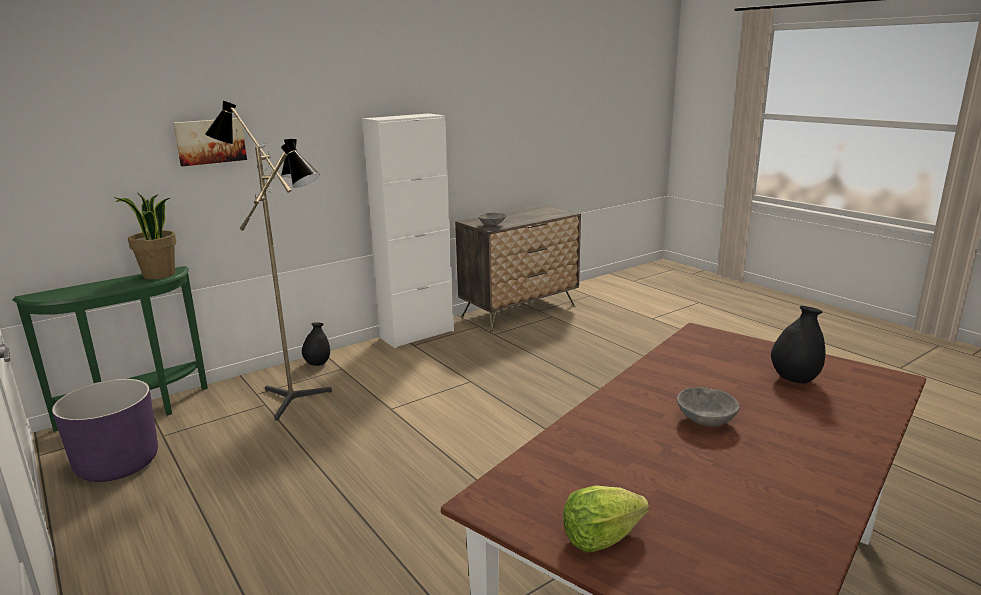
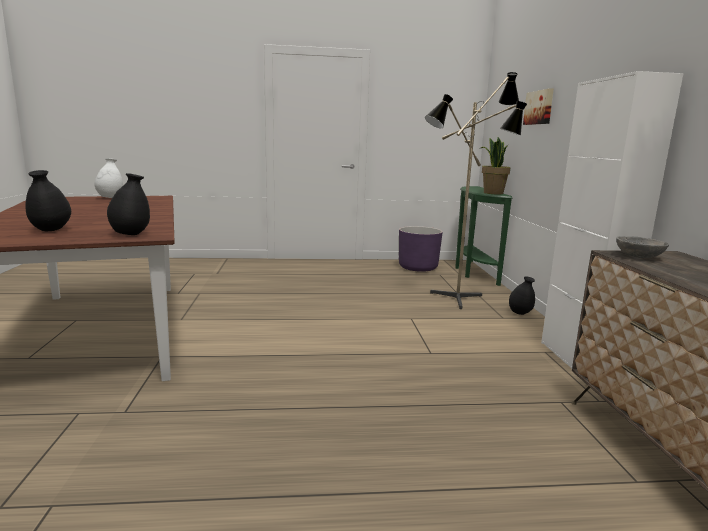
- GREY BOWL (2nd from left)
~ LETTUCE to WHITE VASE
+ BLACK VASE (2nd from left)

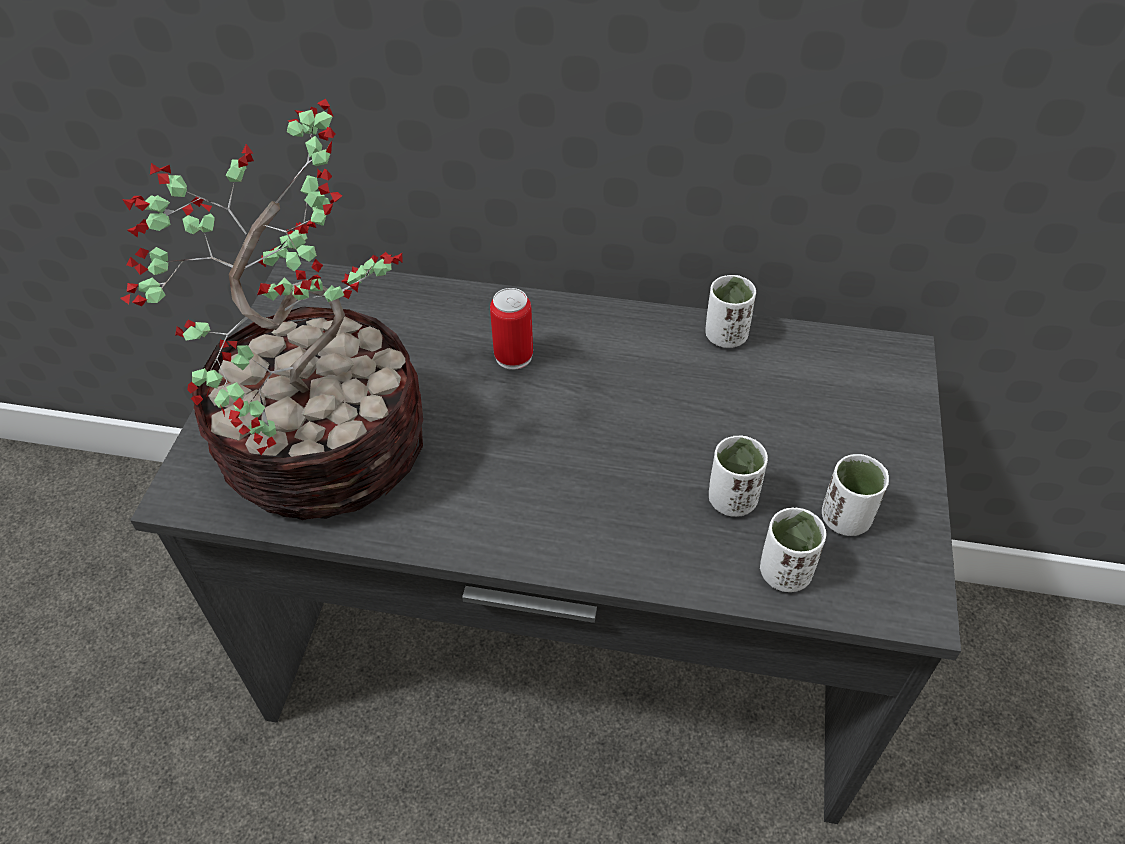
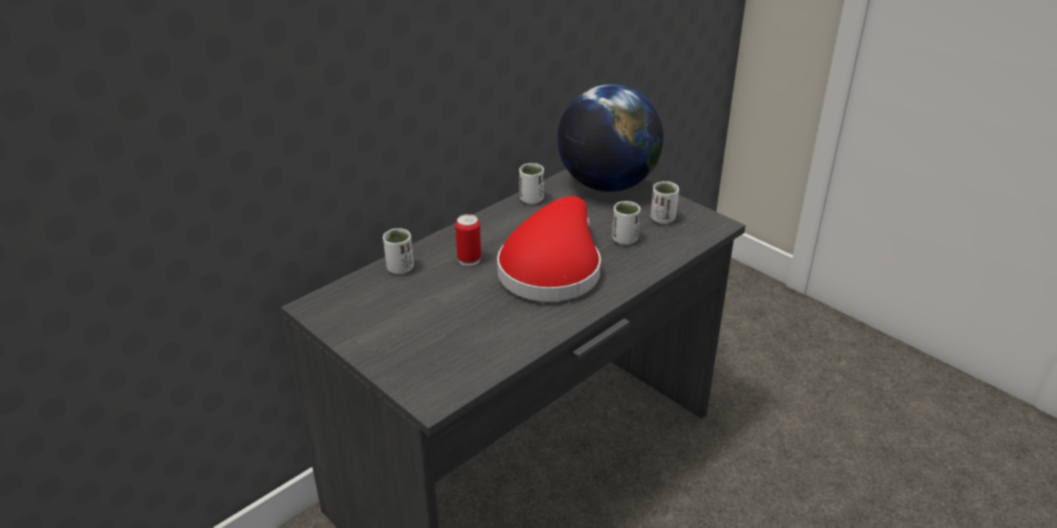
- POTTED PLANT
~ WHITE CUP (3rd from left in the first image) to WHITE CUP (1st from left)
+ GLOBE
+ RED HAT

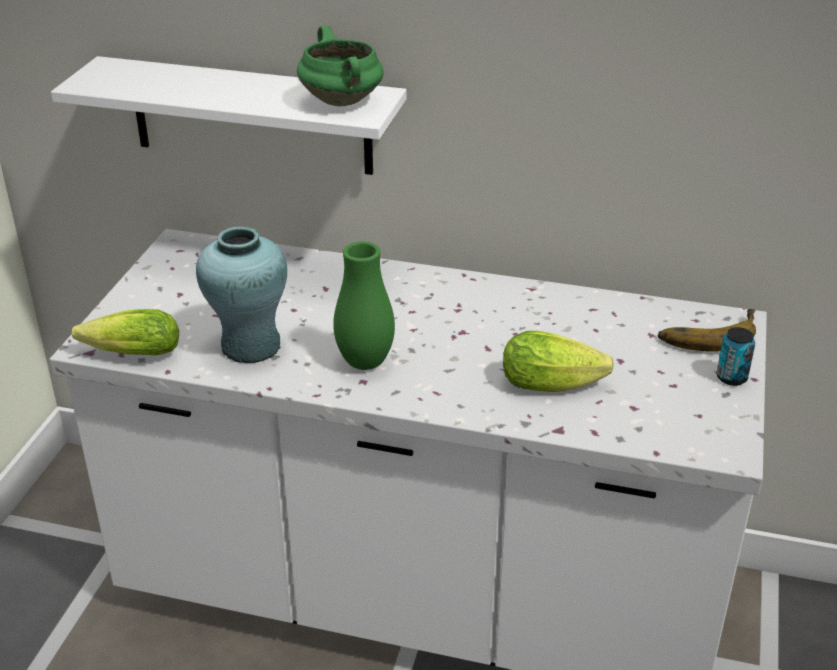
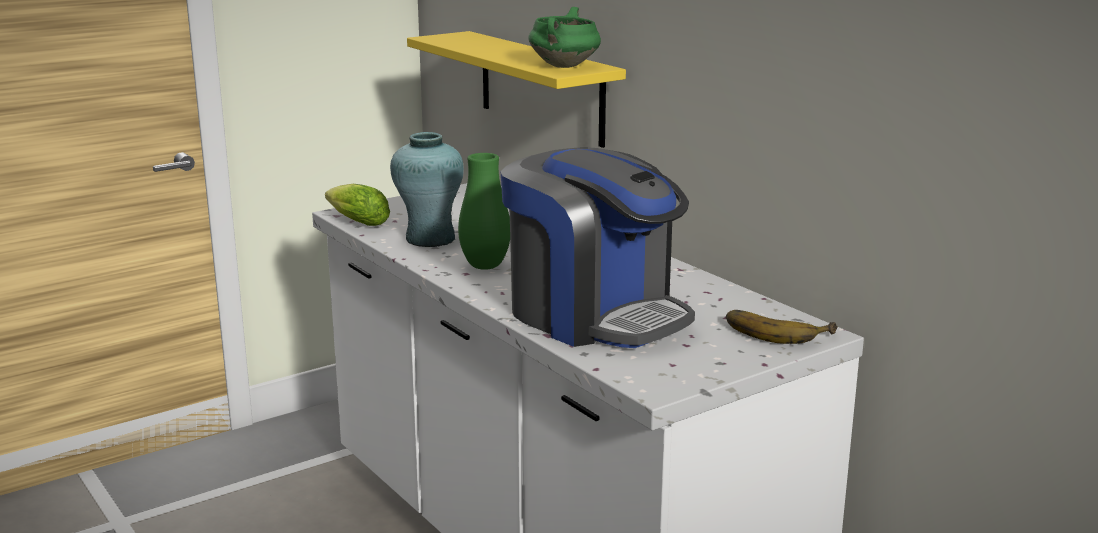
~ WHITE SHELF to YELLOW SHELF
- CAN
~ LETTUCE (2nd from left) to COFFEE MACHINE

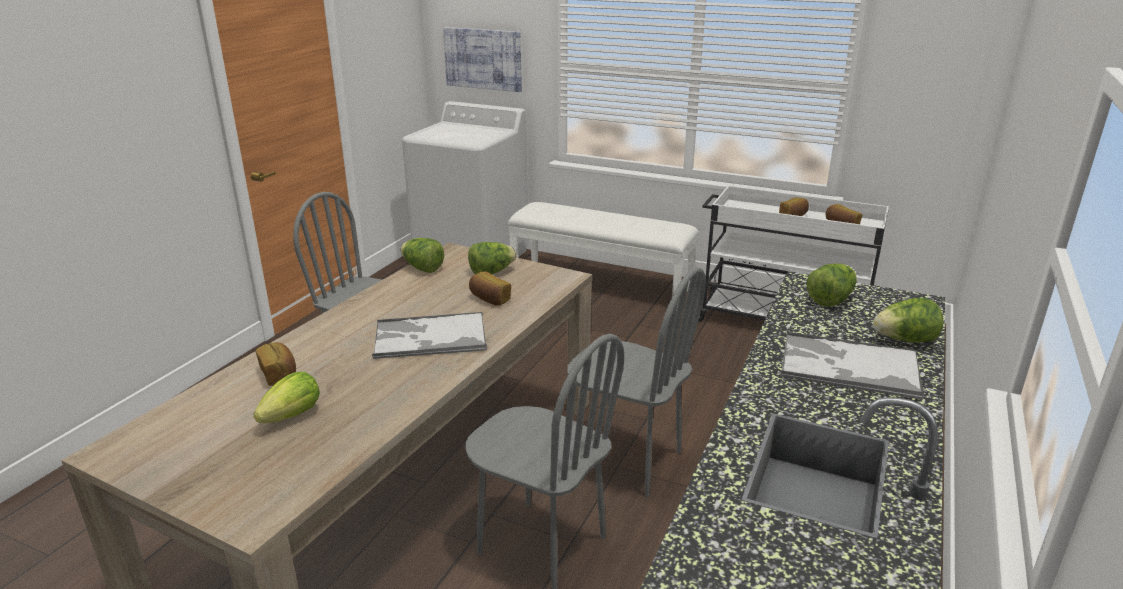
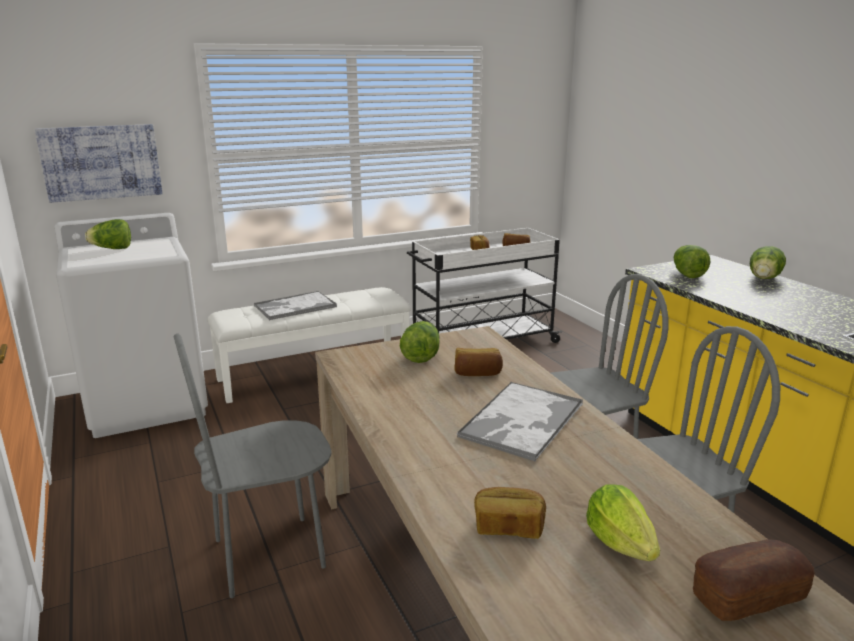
~ LETTUCE (2nd from left in the first image) to LETTUCE (1st from left)
~ TRAY (2nd from left in the first image) to TRAY (1st from left)
+ BREAD (5th from left)

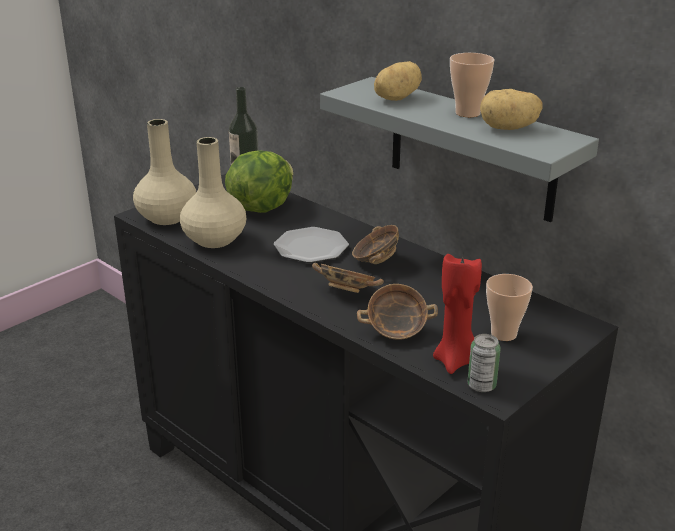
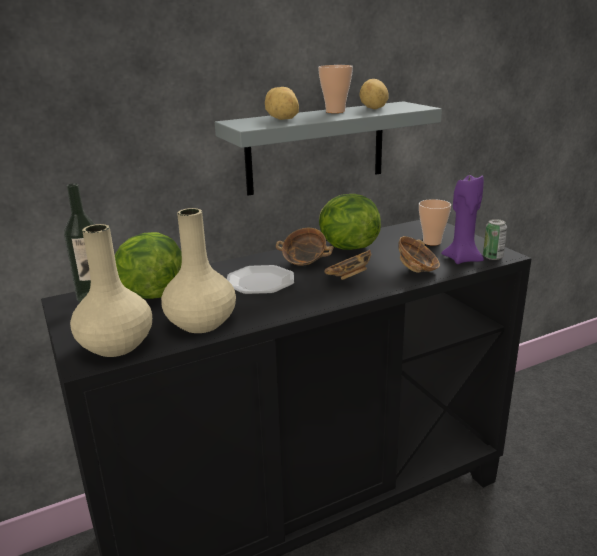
~ RED CANDLE to PURPLE CANDLE
+ LETTUCE (2nd from left)

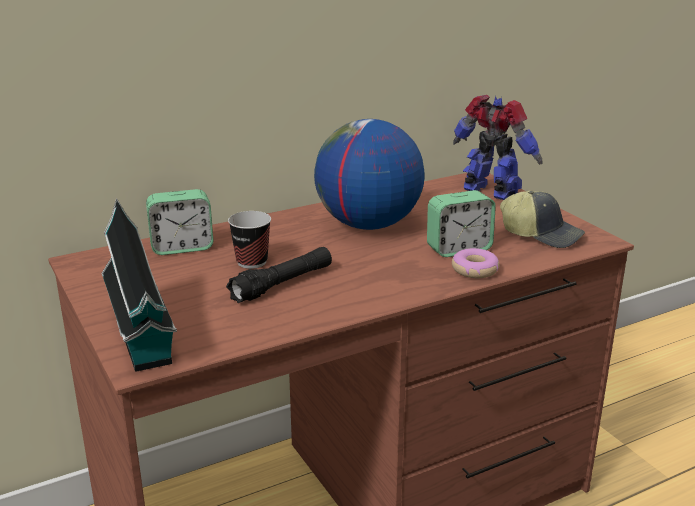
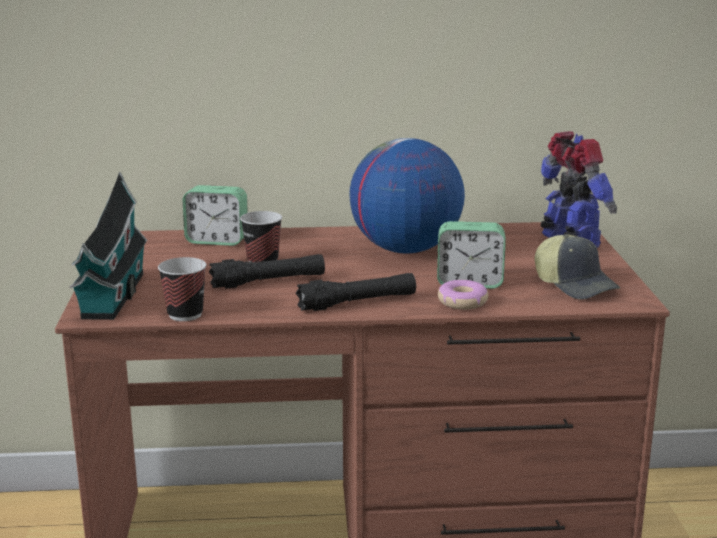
+ CUP (1st from left)
+ BLACK FLASHLIGHT (2nd from left)

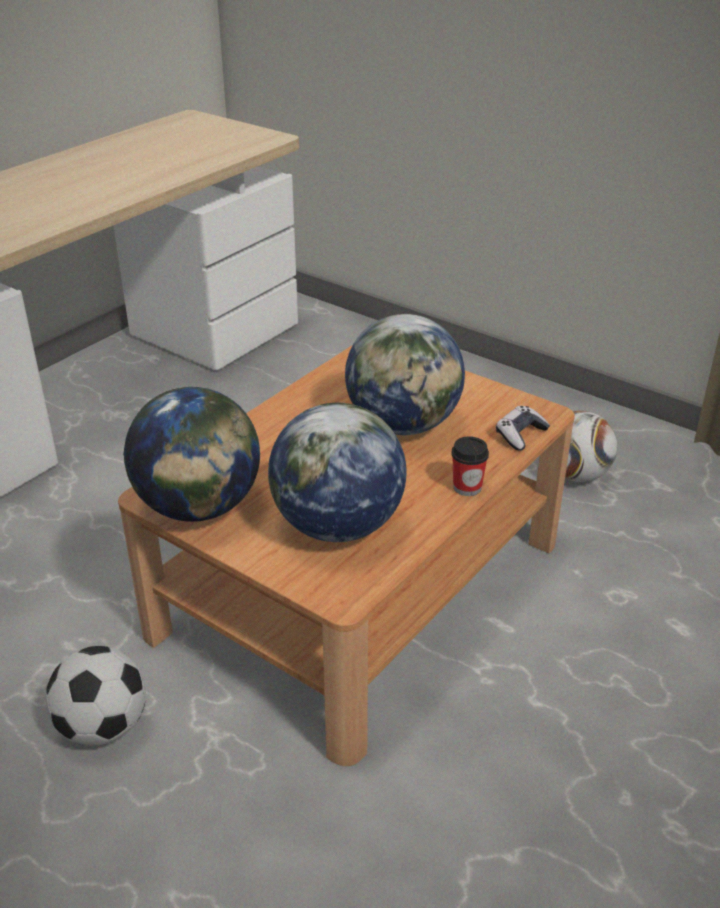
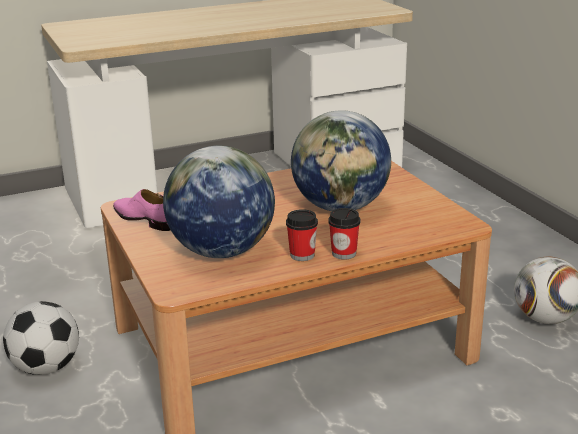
~ GLOBE (1st from left) to PINK SHOE
- GAME CONTROLLER
+ CUP (1st from left)

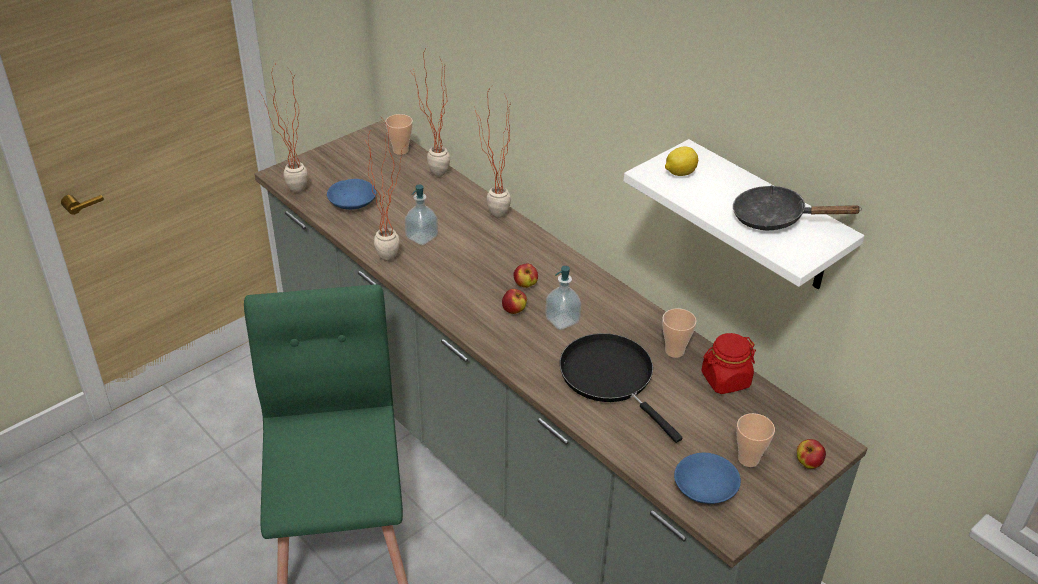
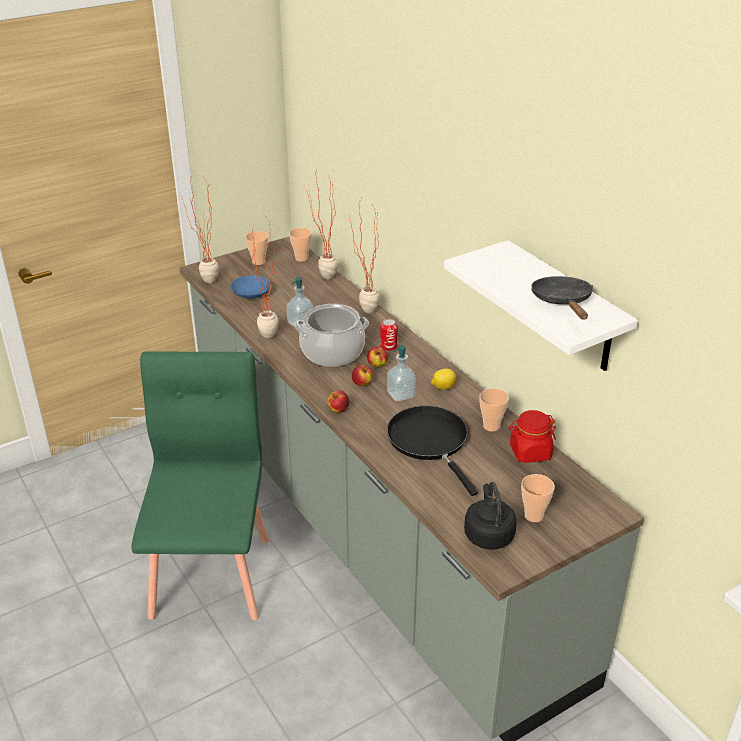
~ LEMON
~ BLACK FRYING PAN (2nd from left) 60 degrees clockwise
~ APPLE (3rd from left in the first image) to APPLE (1st from left)
~ BLUE BOWL (2nd from left) to BLACK KETTLE
+ CUP (1st from left)
+ COOKING POT
+ CAN

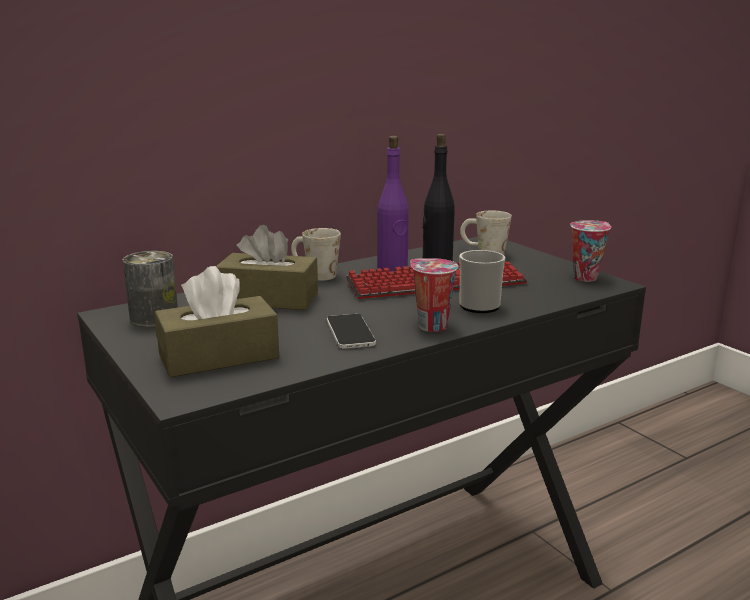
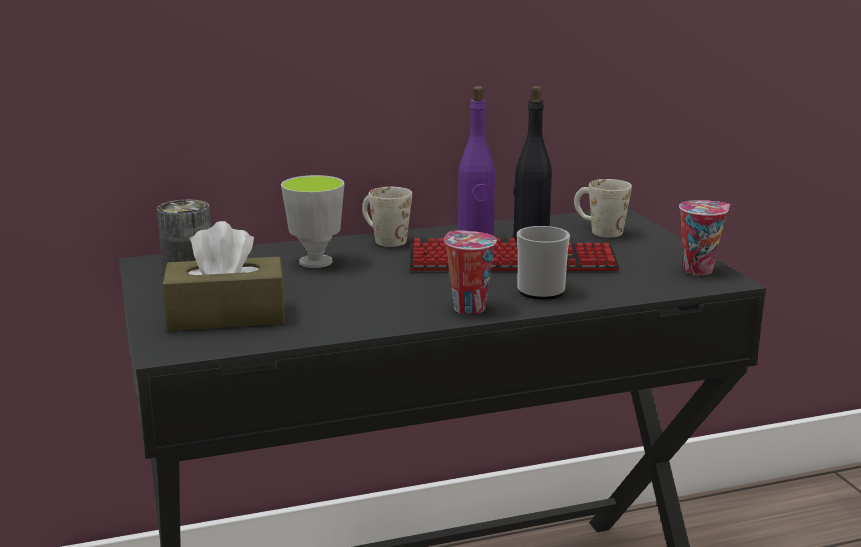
~ BROWN TISSUE BOX (2nd from left) to CUP (1st from left)
- PHONE

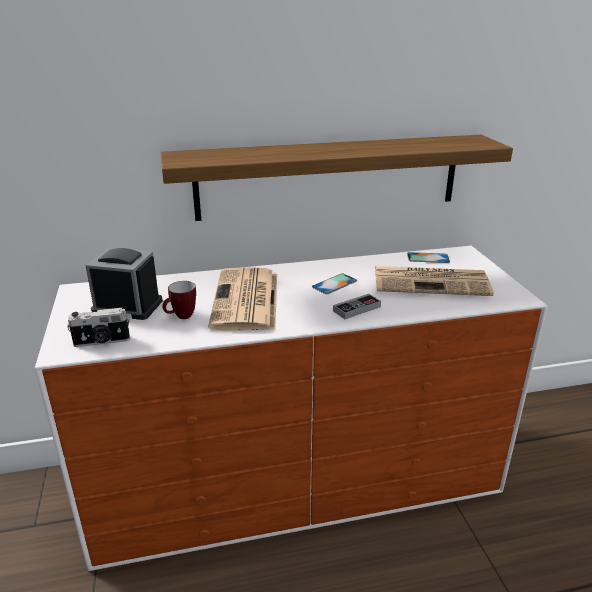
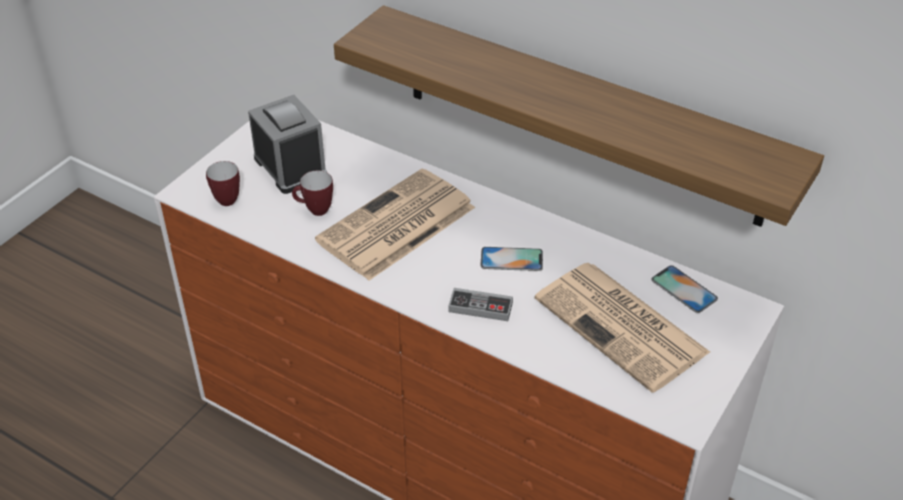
~ PHOTO CAMERA to MUG (1st from left)

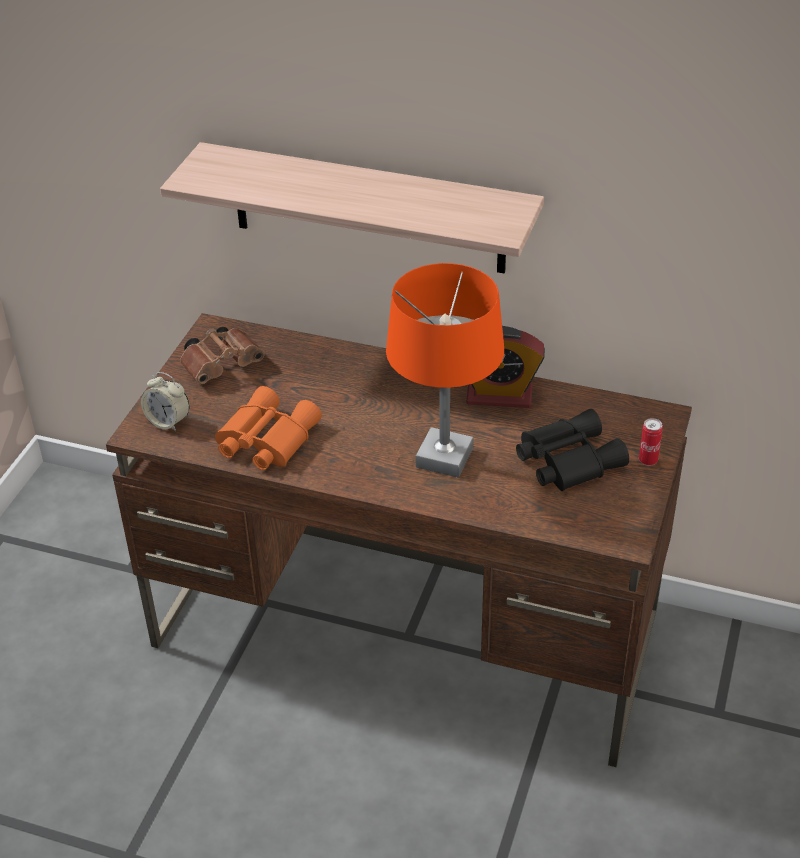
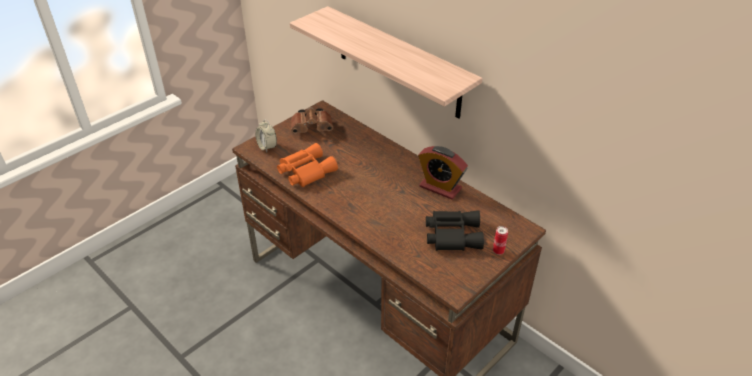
- ORANGE TABLE LAMP

